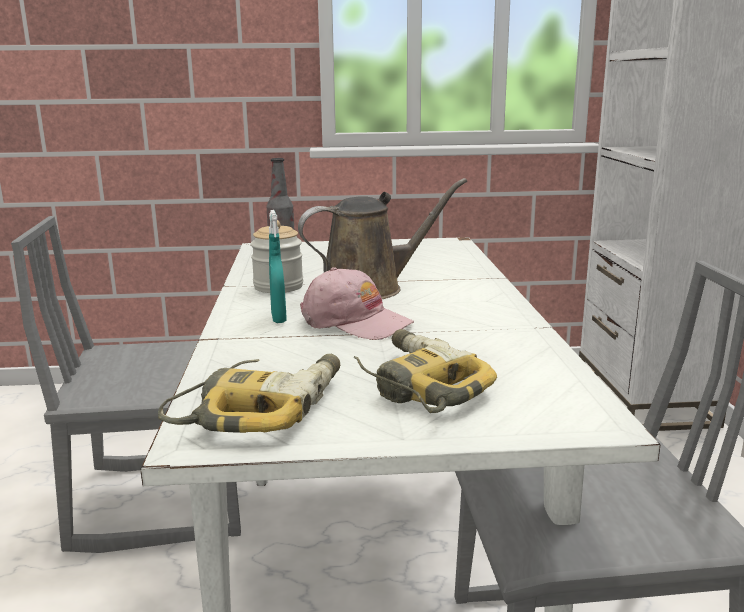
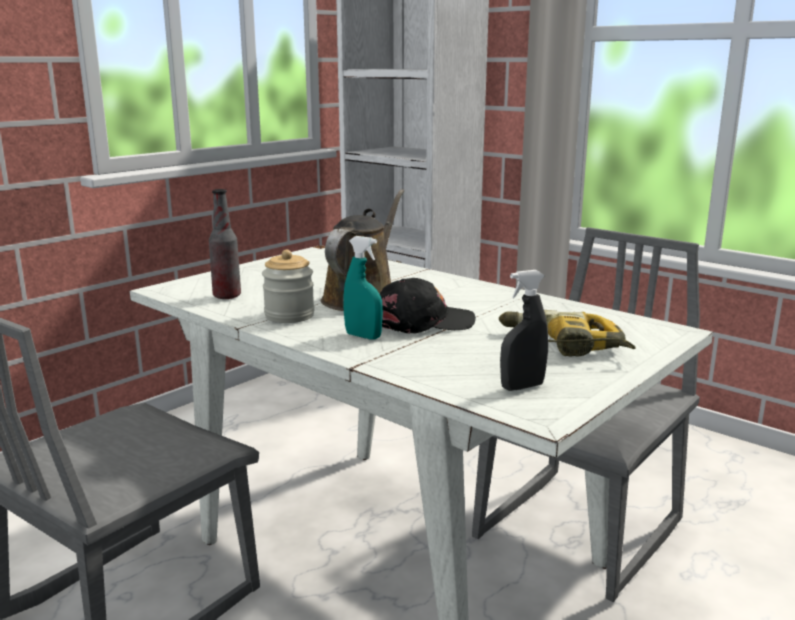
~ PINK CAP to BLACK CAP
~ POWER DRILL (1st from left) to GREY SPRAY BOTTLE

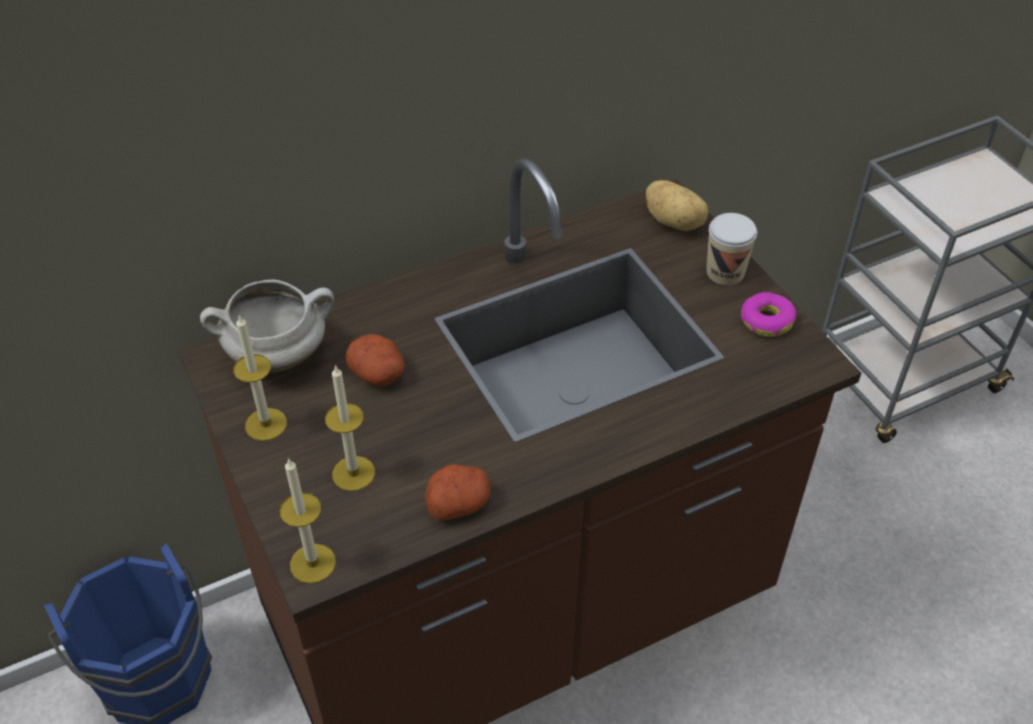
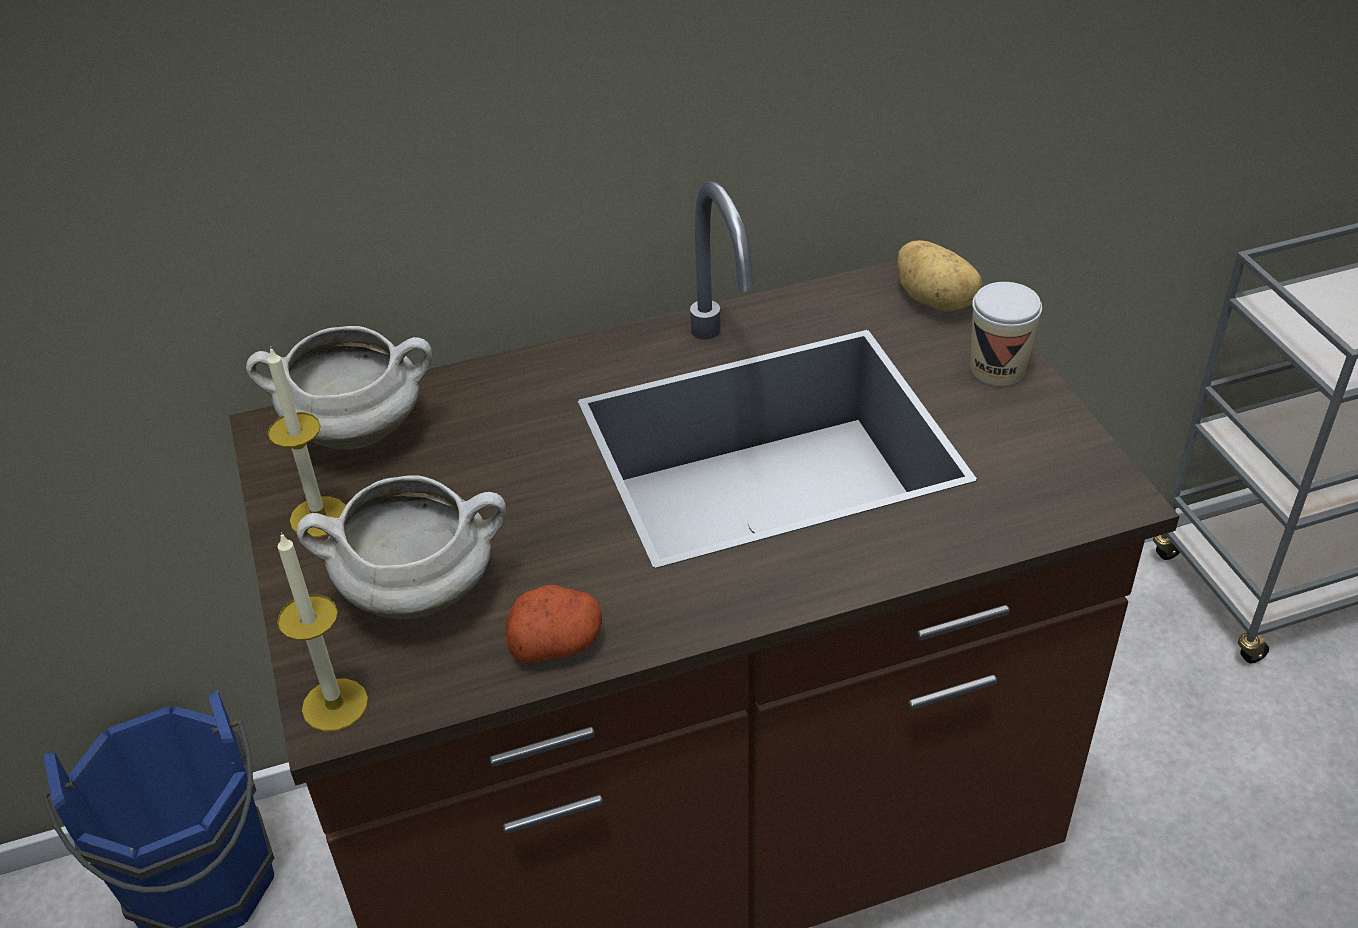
- DONUT
- POTATO (1st from left)
~ CANDLE (3rd from left) to WHITE COOKING POT (2nd from left)

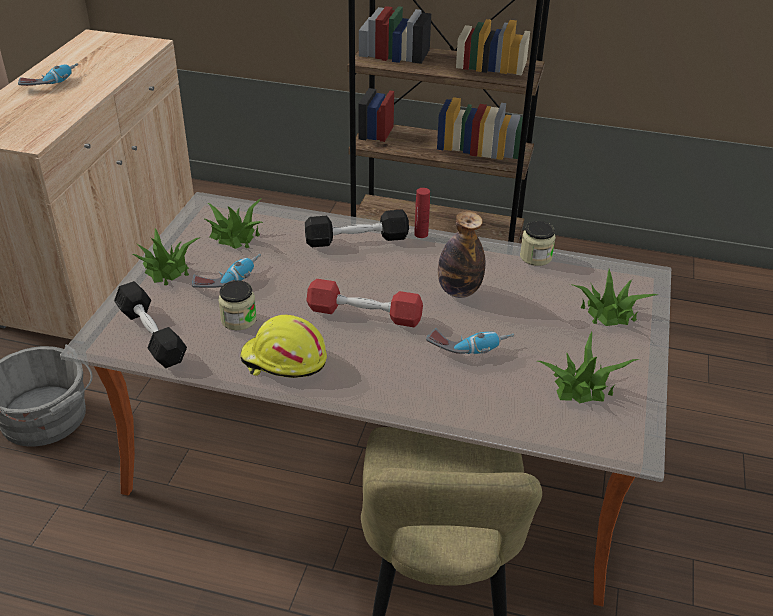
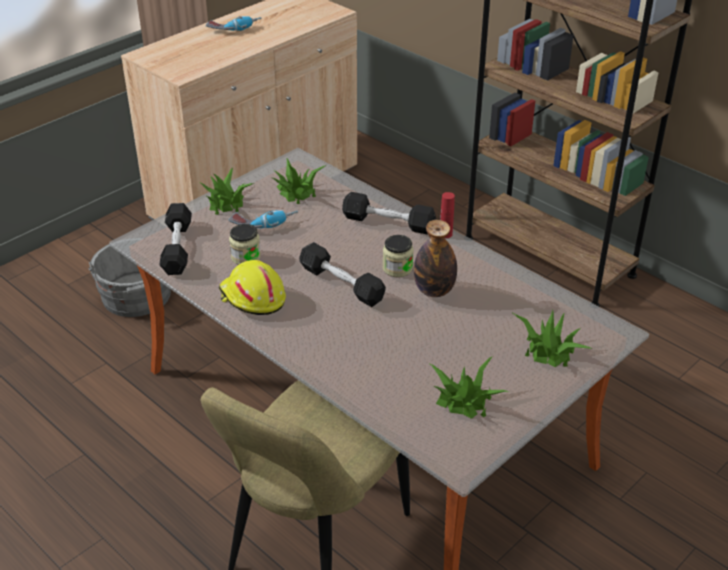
~ JAR (2nd from left)
~ RED DUMBBELL to BLACK DUMBBELL (2nd from left)
- POWER DRILL (3rd from left)

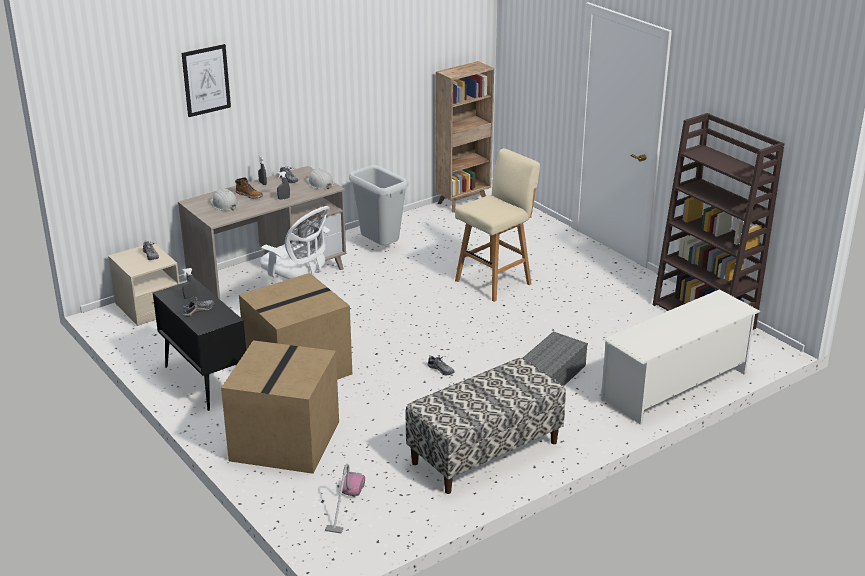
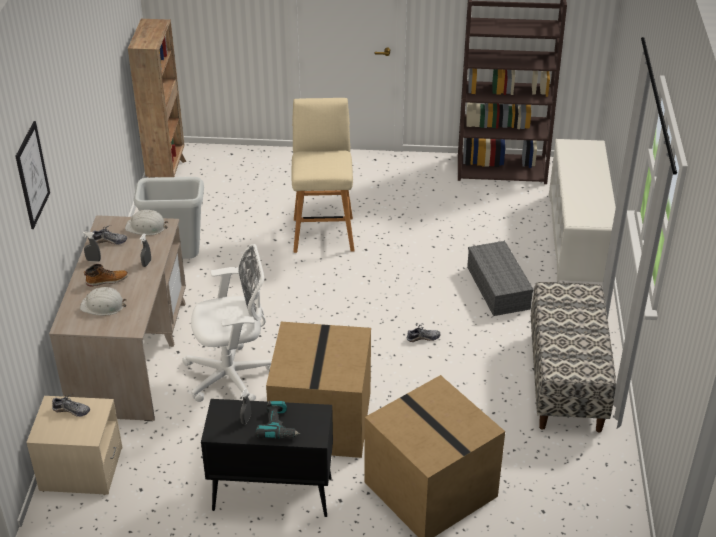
~ SHOE (2nd from left) to POWER DRILL
- VACUUM CLEANER

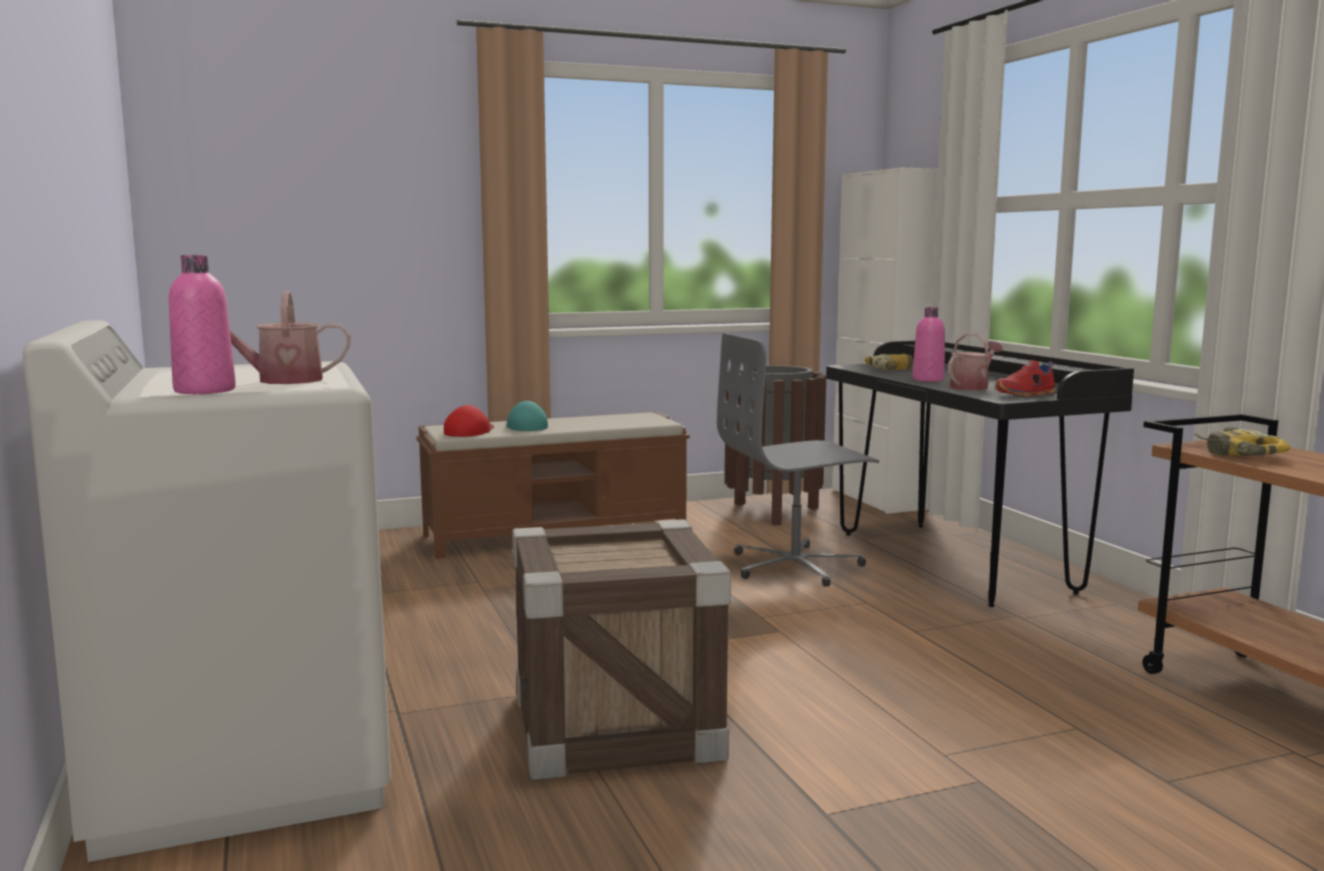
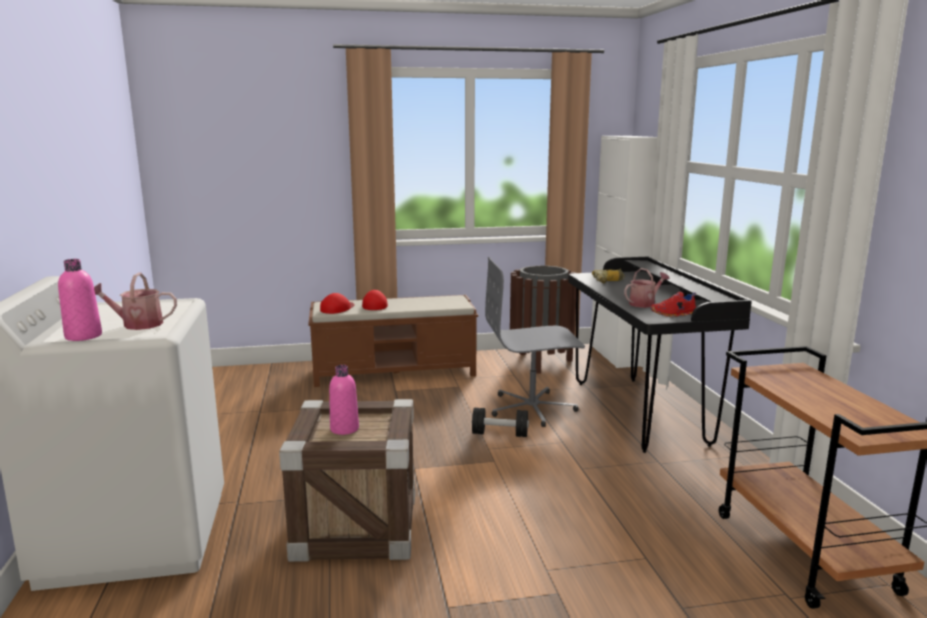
~ PINK BOTTLE (2nd from left)
~ TURQUOISE CAP to RED CAP (2nd from left)
- POWER DRILL (2nd from left)
+ BLACK DUMBBELL

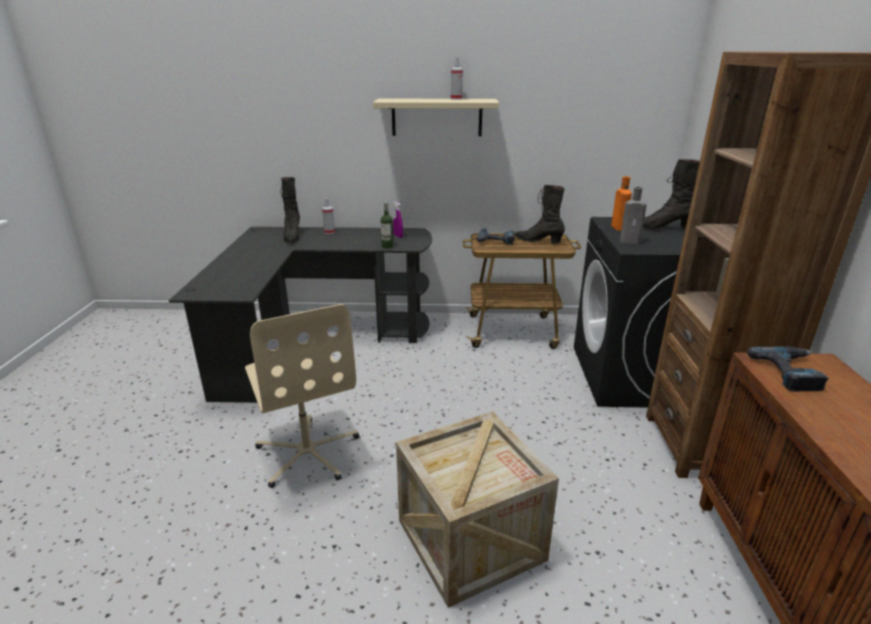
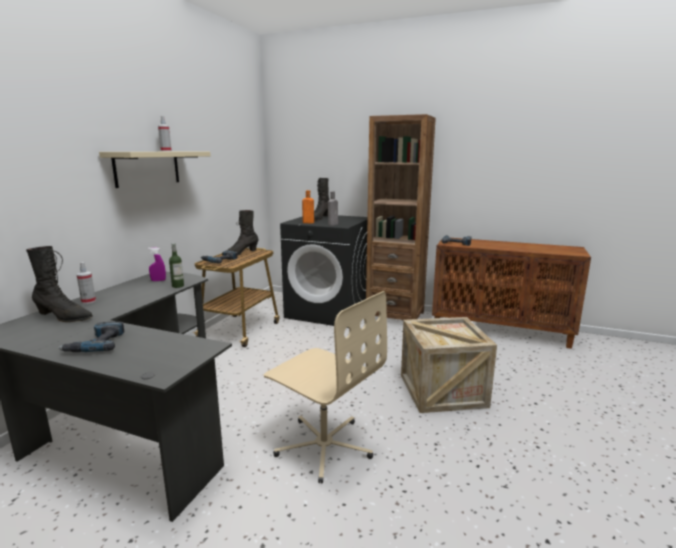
~ BEIGE OFFICE CHAIR 45 degrees clockwise
+ POWER DRILL (1st from left)

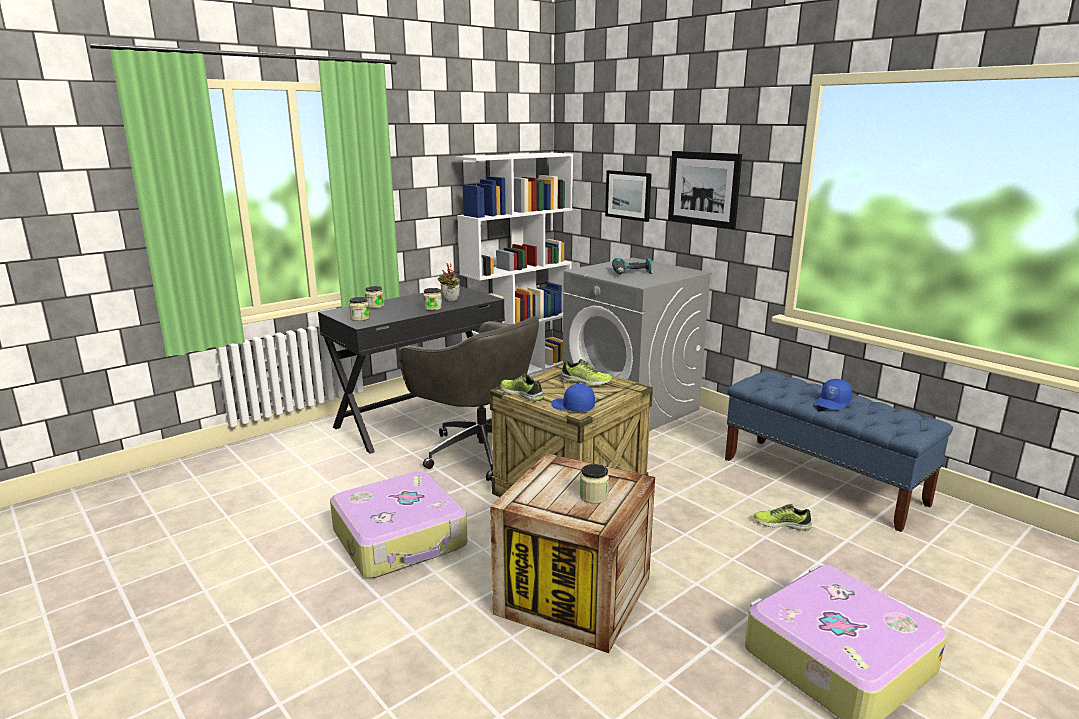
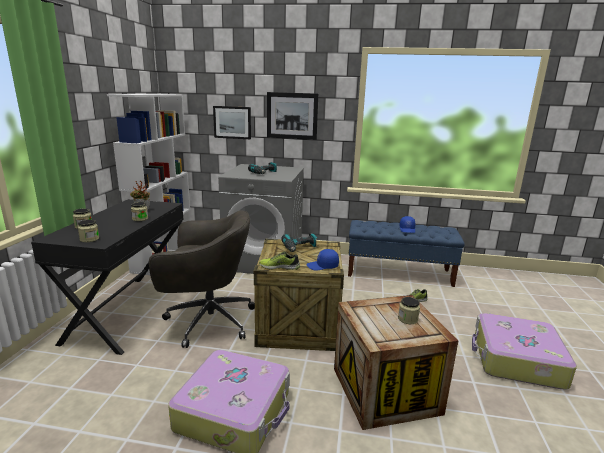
~ SHOE (2nd from left) to POWER DRILL (2nd from left)

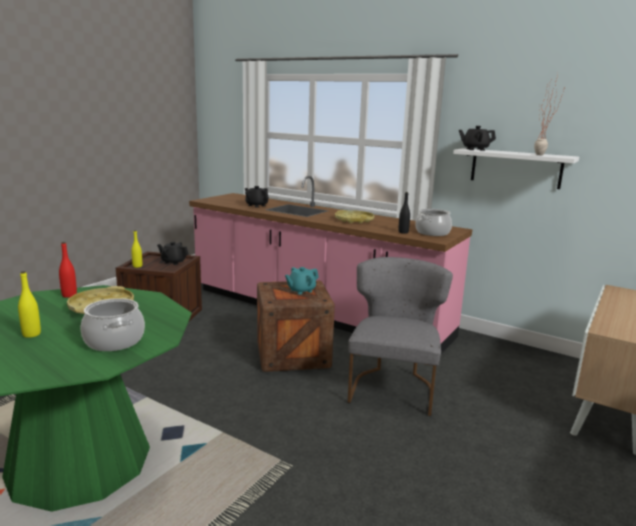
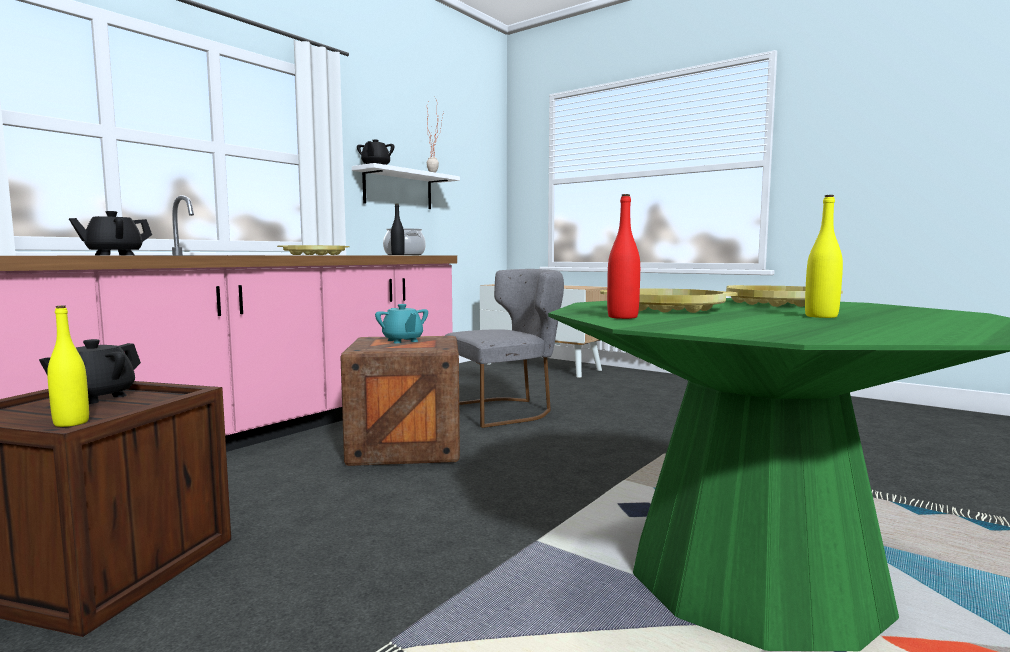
~ GREY CHAIR 135 degrees clockwise
~ COOKING POT (1st from left) to YELLOW TRAY (3rd from left)

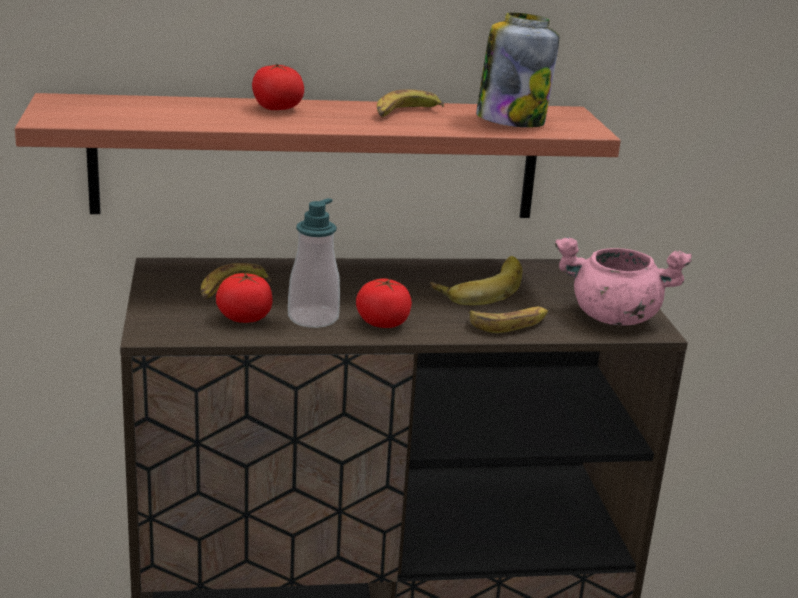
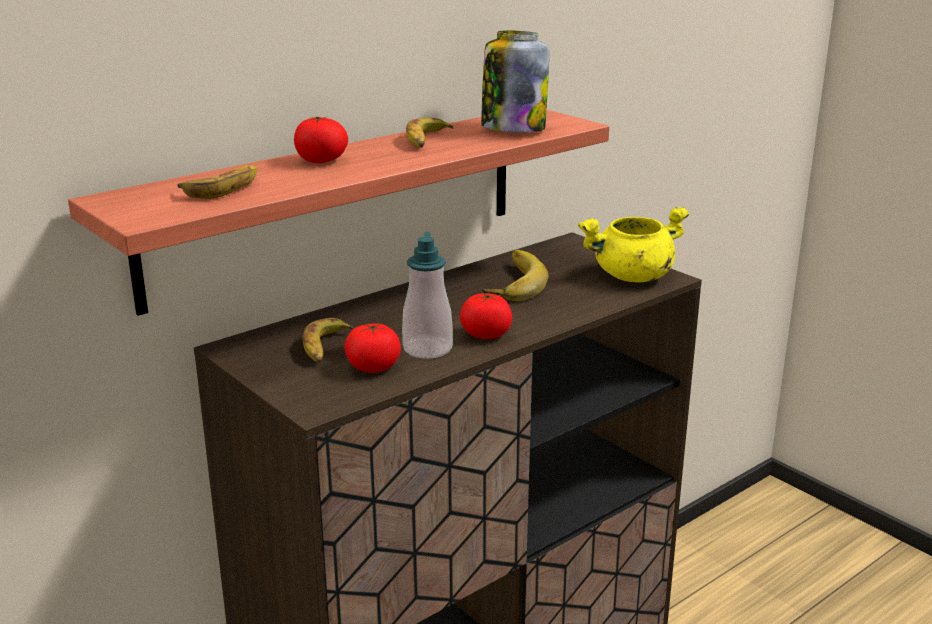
~ PINK COOKING POT to YELLOW COOKING POT
~ BANANA (4th from left in the first image) to BANANA (1st from left)

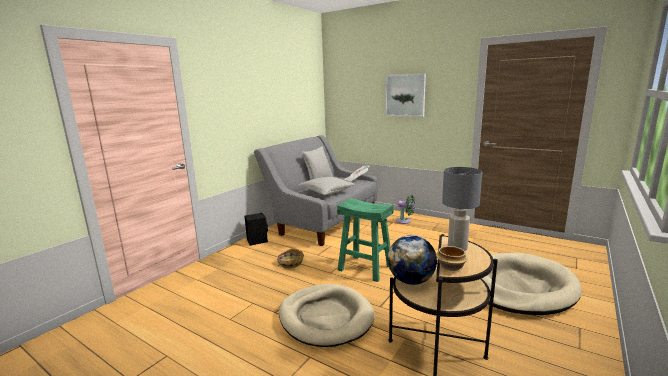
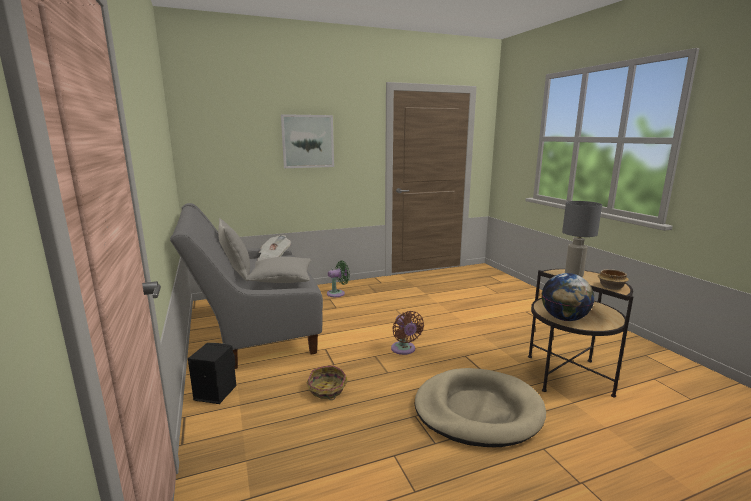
~ GREEN STOOL to BROWN FAN
- BEIGE DOG BED (2nd from left)

